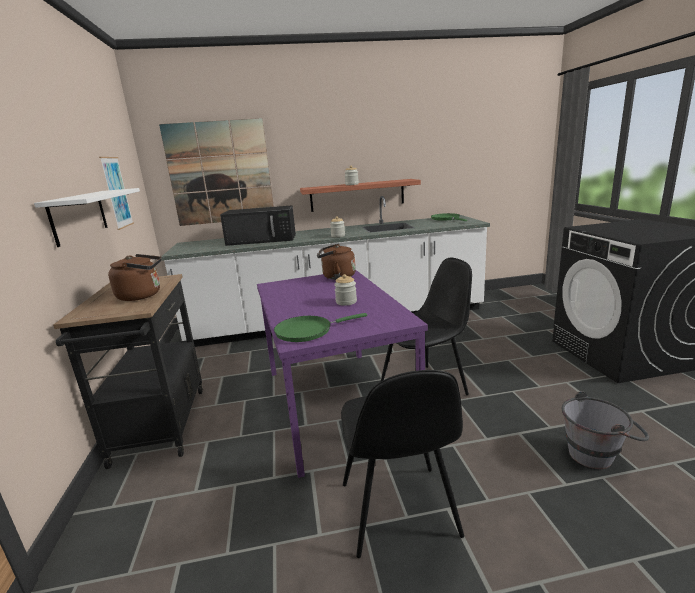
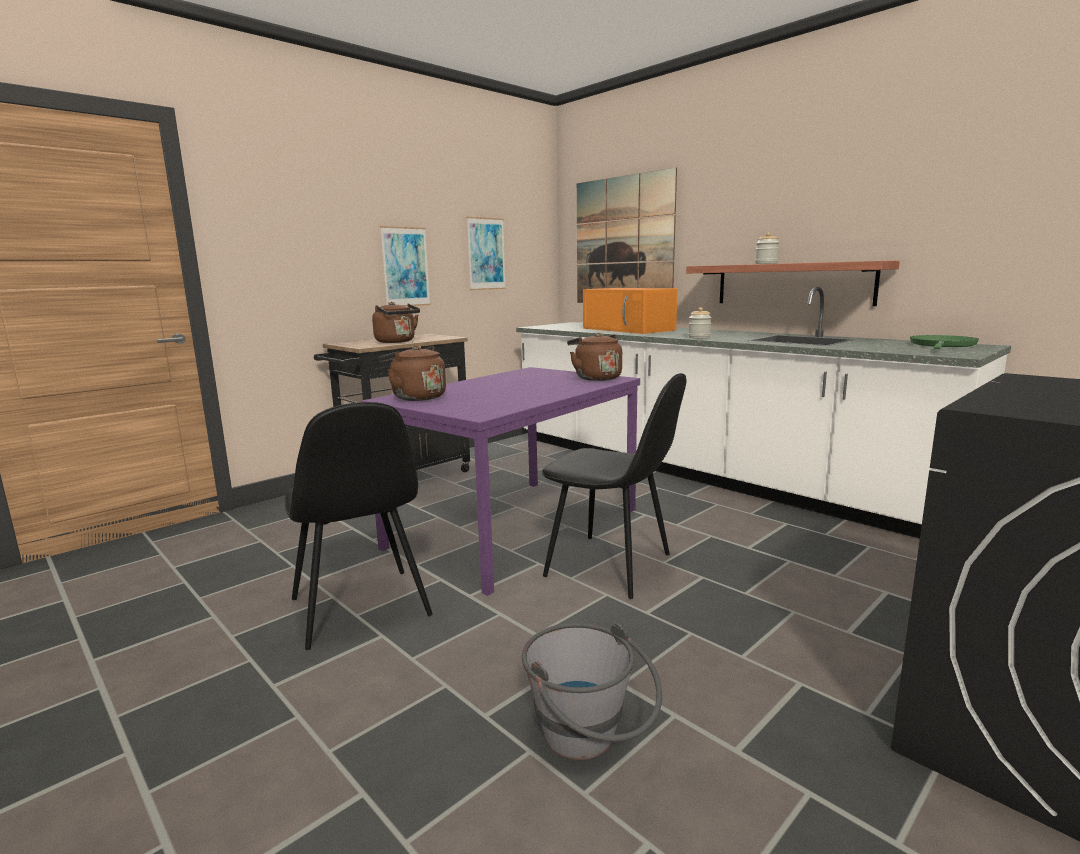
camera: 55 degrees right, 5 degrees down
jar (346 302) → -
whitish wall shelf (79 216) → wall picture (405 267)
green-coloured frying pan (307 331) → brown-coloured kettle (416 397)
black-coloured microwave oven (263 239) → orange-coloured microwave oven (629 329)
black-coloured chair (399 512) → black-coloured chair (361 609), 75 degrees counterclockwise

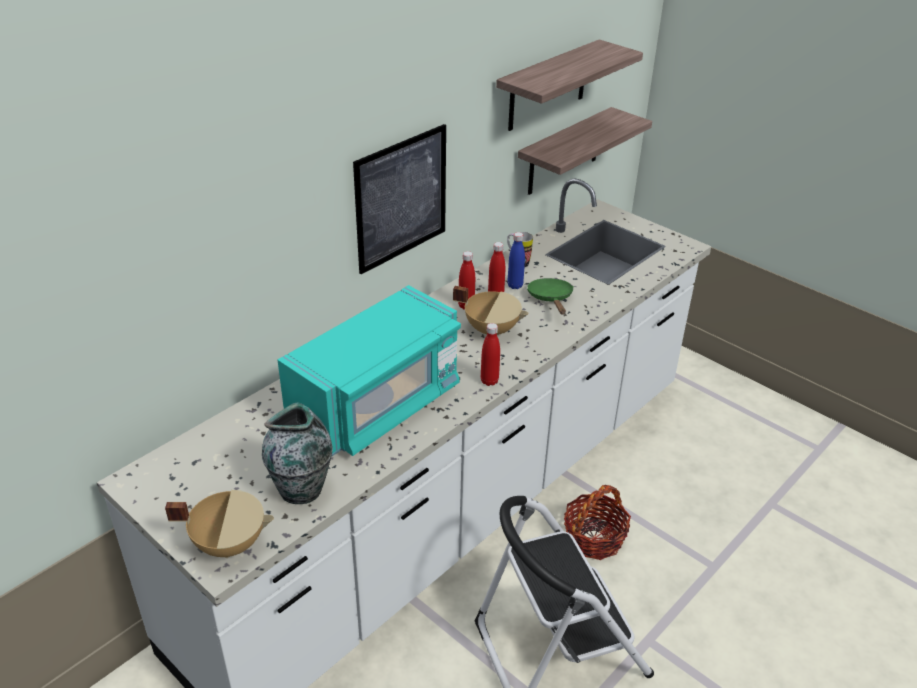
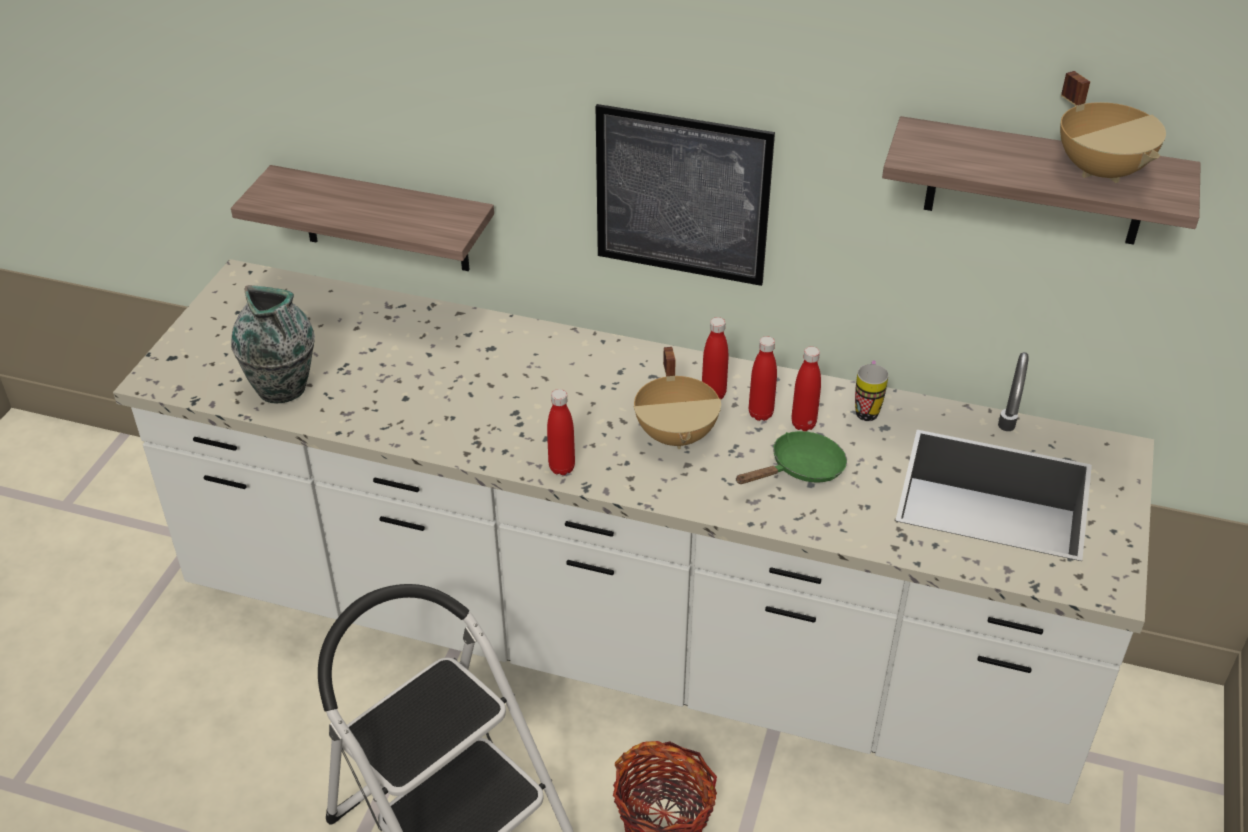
camera: 65 degrees right, 5 degrees up
turquoise microwave oven (377 405) → -
sand-coloured saucepot (229 543) → sand-coloured saucepot (1102 170), shifted
wall shelf (564 152) → wall shelf (384 219), shifted
bluish bottle (515 285) → reddish bottle (803 424)

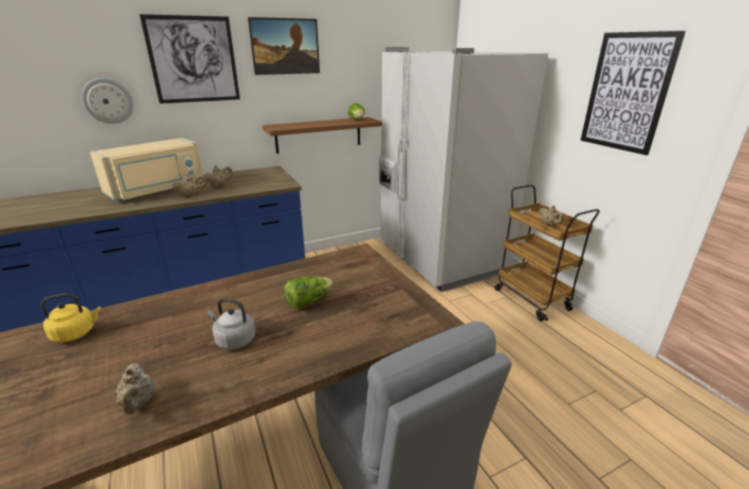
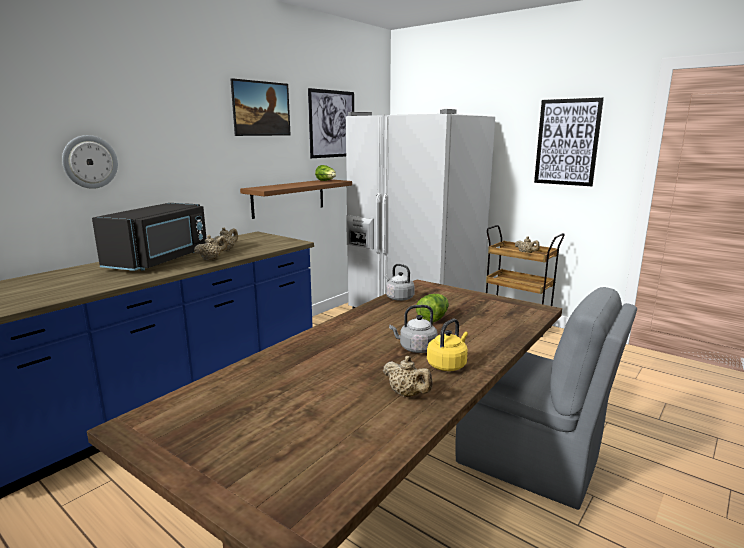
camera: 25 degrees left, 10 degrees down
- → greyish kettle (398 298)
yellowish kettle (76 333) → yellowish kettle (448 365), shifted
wall picture (193 60) → wall picture (332 124), shifted
sand-coloured microwave oven (158 190) → black-coloured microwave oven (161 260)

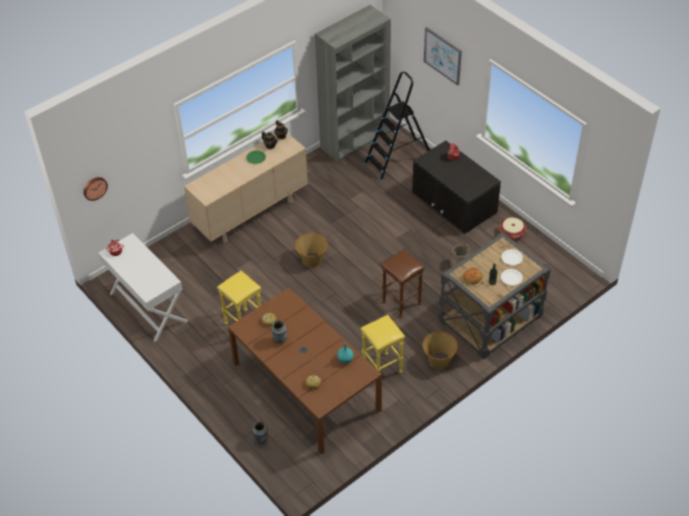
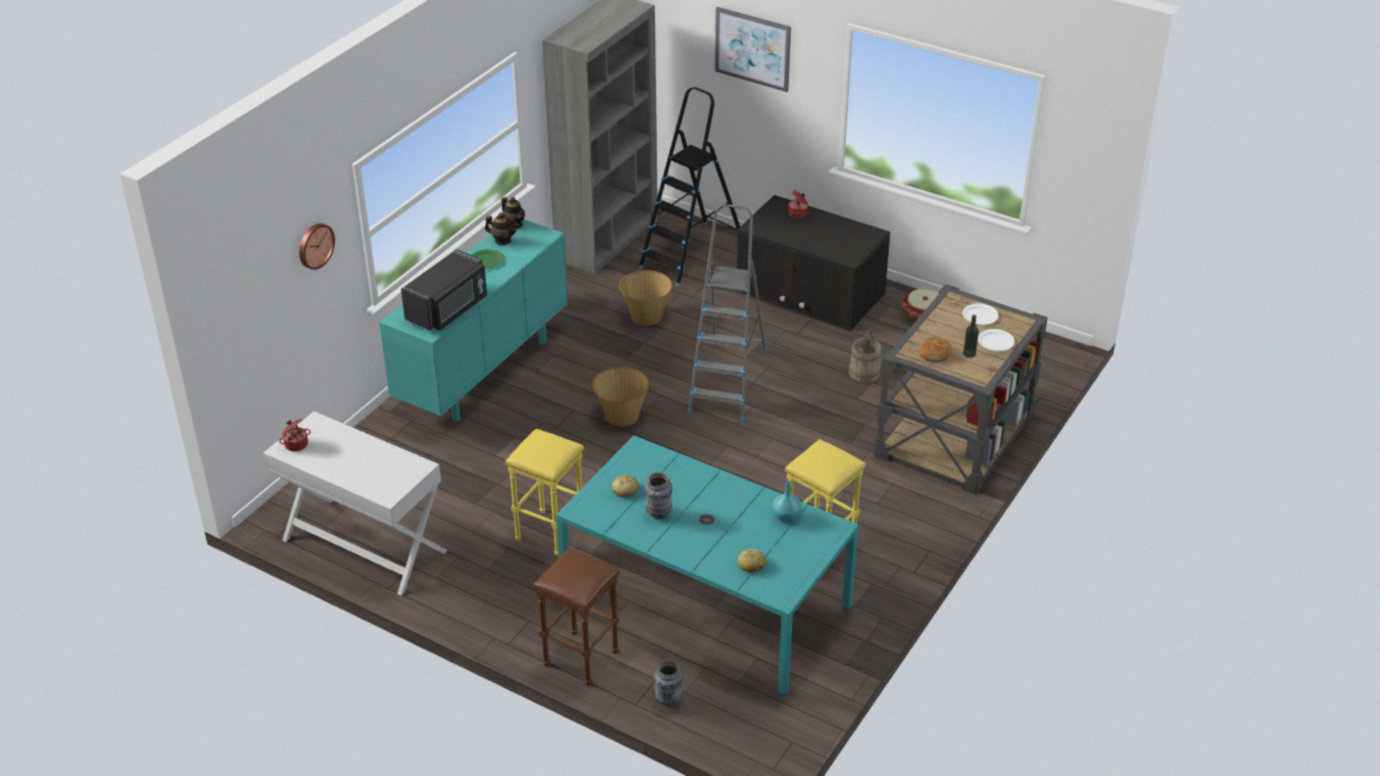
camera: 20 degrees left, 10 degrees down
- → black-coloured microwave oven (449 309)
- → greyish step ladder (728 380)
clock on the wall (94 188) → clock on the wall (315 245), shifted
brown-coloured sitting stool (400 303) → brown-coloured sitting stool (579 658), shifted
basket (439 360) → basket (646 315), shifted
sand-coloured dresser (251 214) → turquoise dresser (483 372)
brown-coloured kitchen table (306 387) → turquoise kitchen table (705 601)

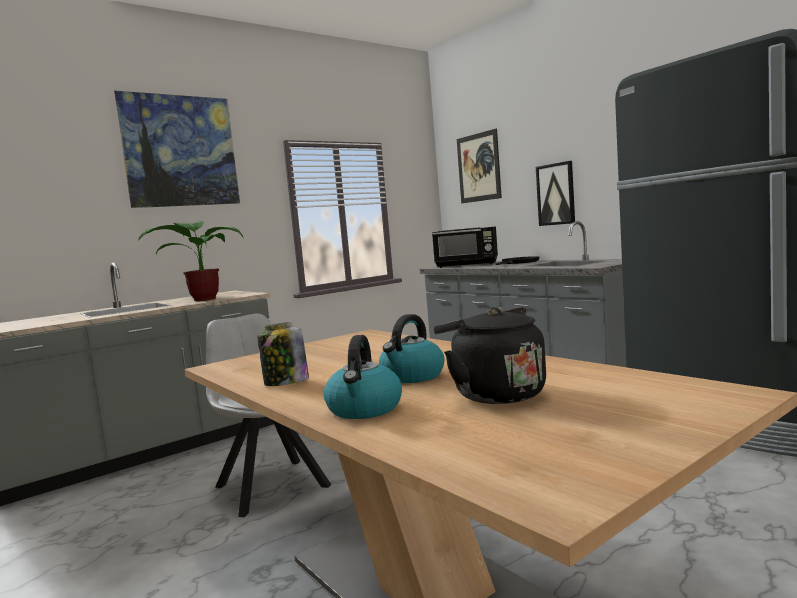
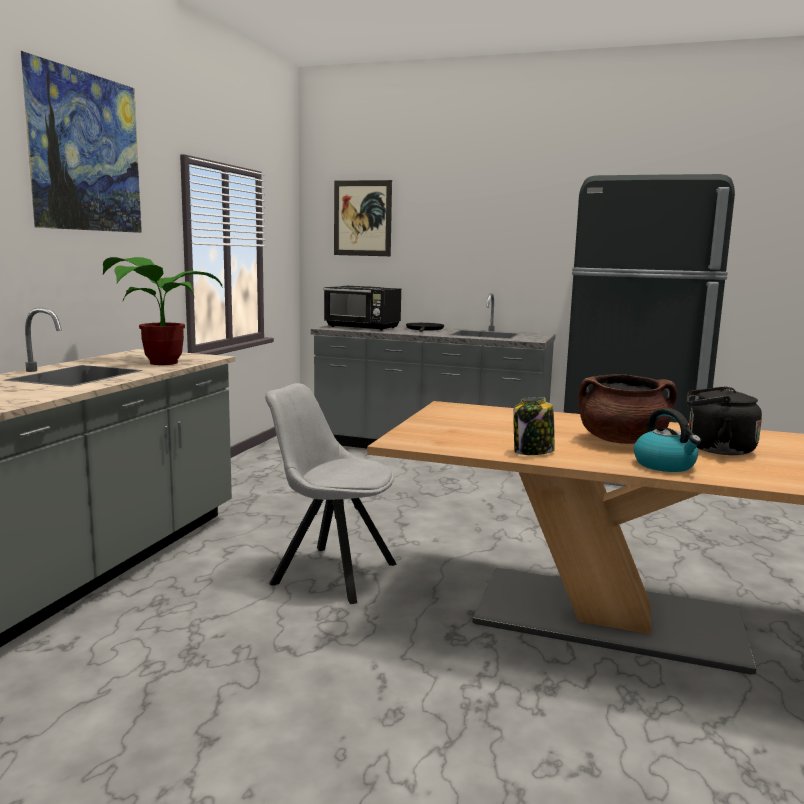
camera: 35 degrees left, 5 degrees up
wall picture (556 194) → -
kettle (412 376) → brown-coloured saucepot (622 441)
black-coloured microwave oven (467 265) → black-coloured microwave oven (362 327), 45 degrees clockwise

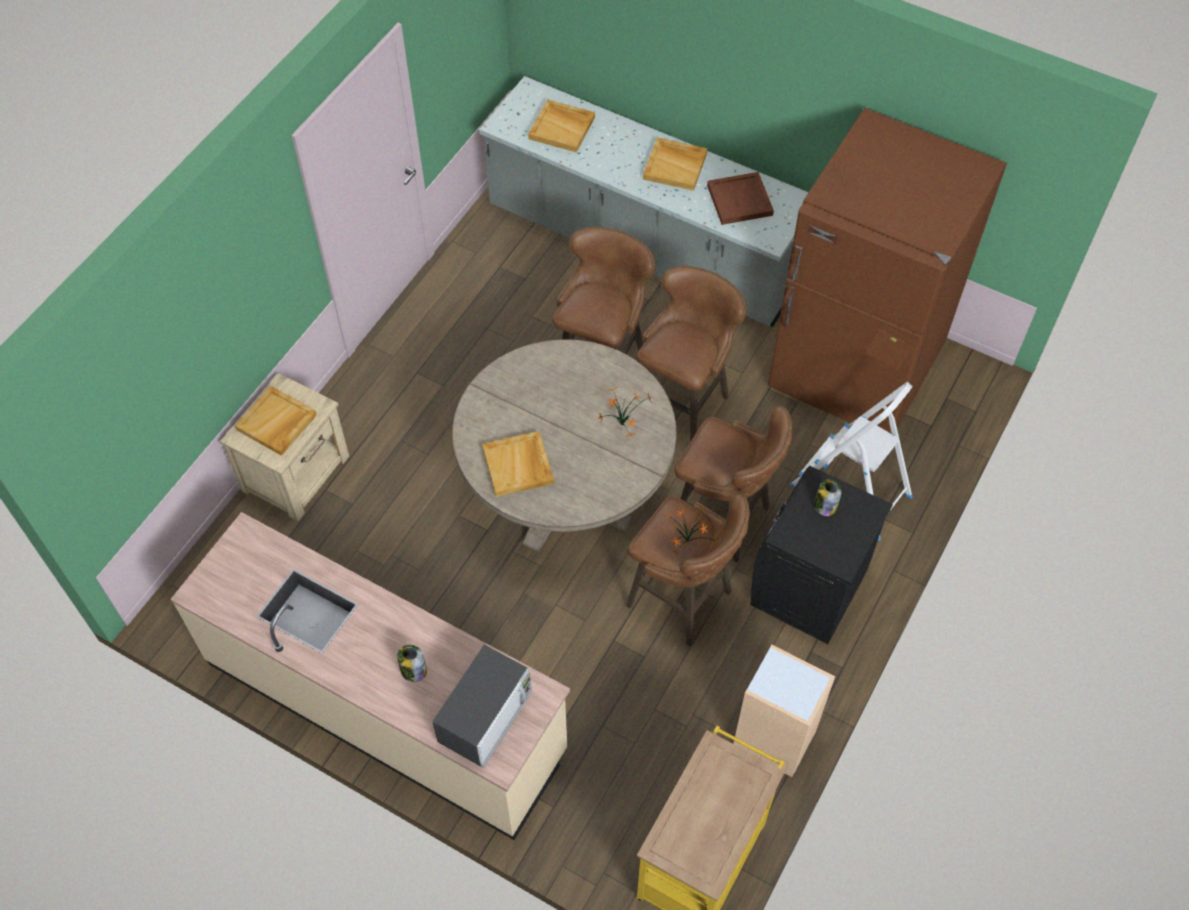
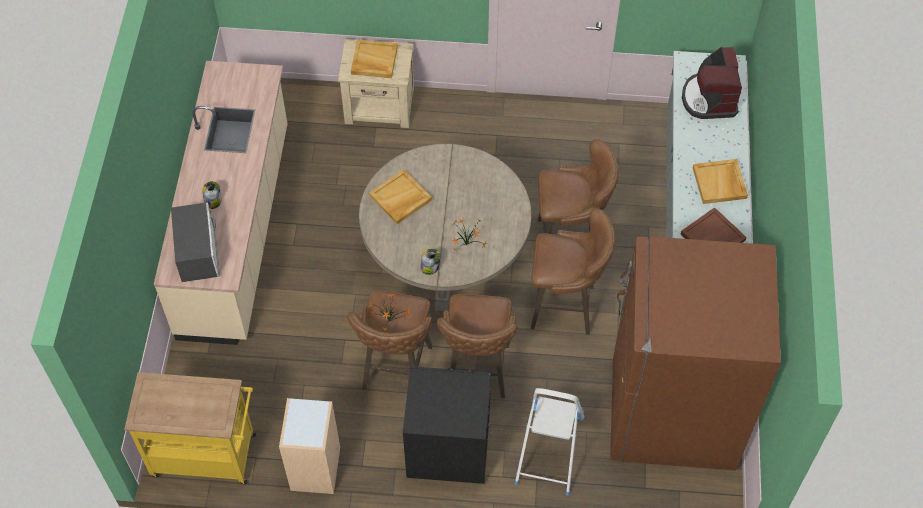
camera: 65 degrees right, 0 degrees up
jar (825 505) → jar (430 267), shifted
sand-coloured carrying tray (562 128) → coffee maker (709 99)
microwave oven (485 716) → microwave oven (198 252), 105 degrees counterclockwise

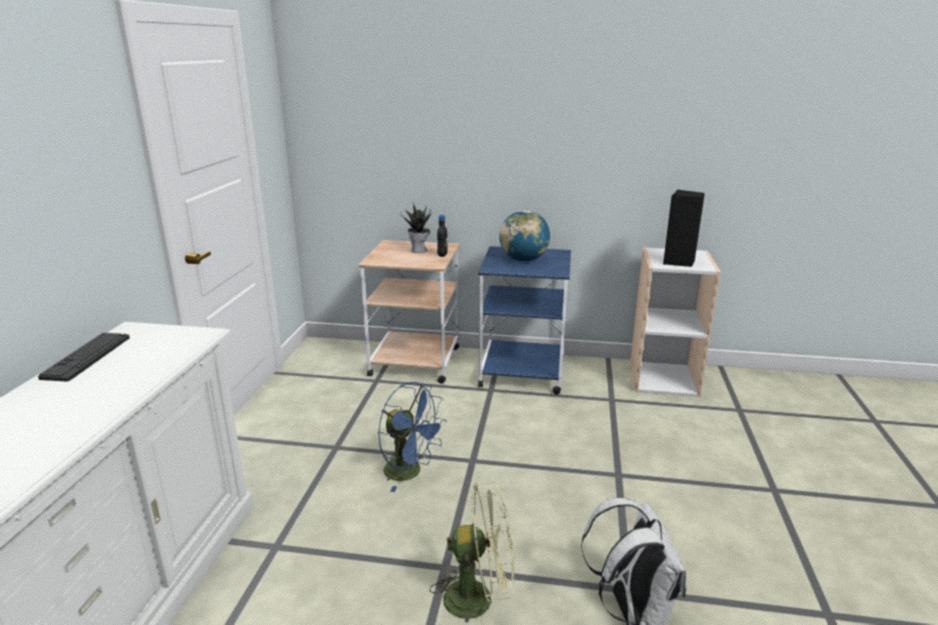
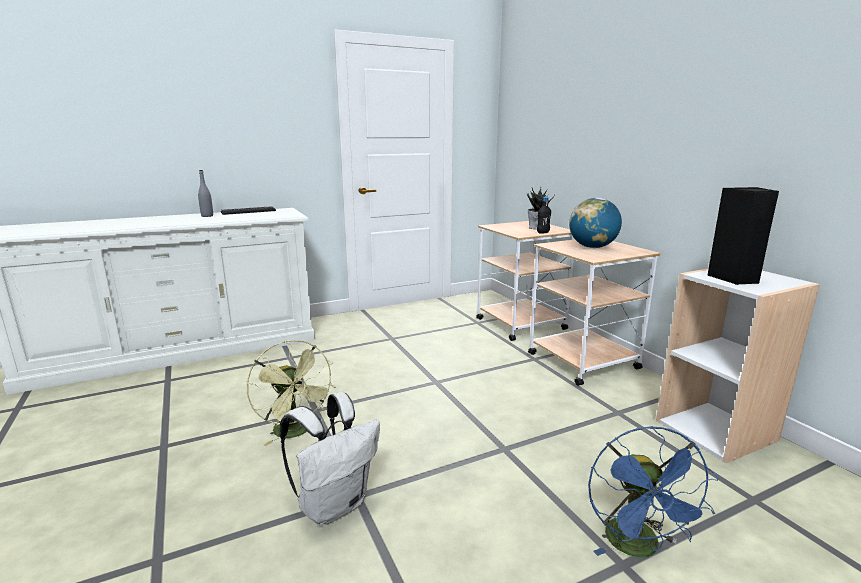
camera: 55 degrees right, 5 degrees down
- → greyish bottle (207 216)
bluish electric fan (410 472) → bluish electric fan (638 548), shifted
bluish wheeled cart (524 372) → sand-coloured wheeled cart (584 362)

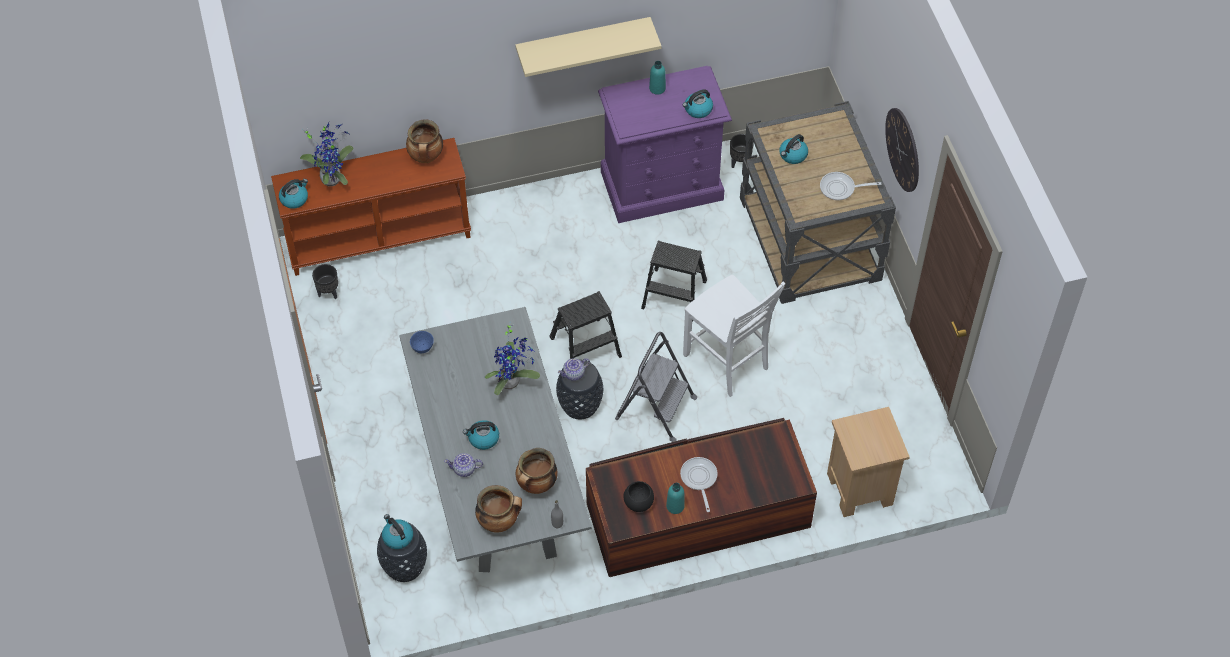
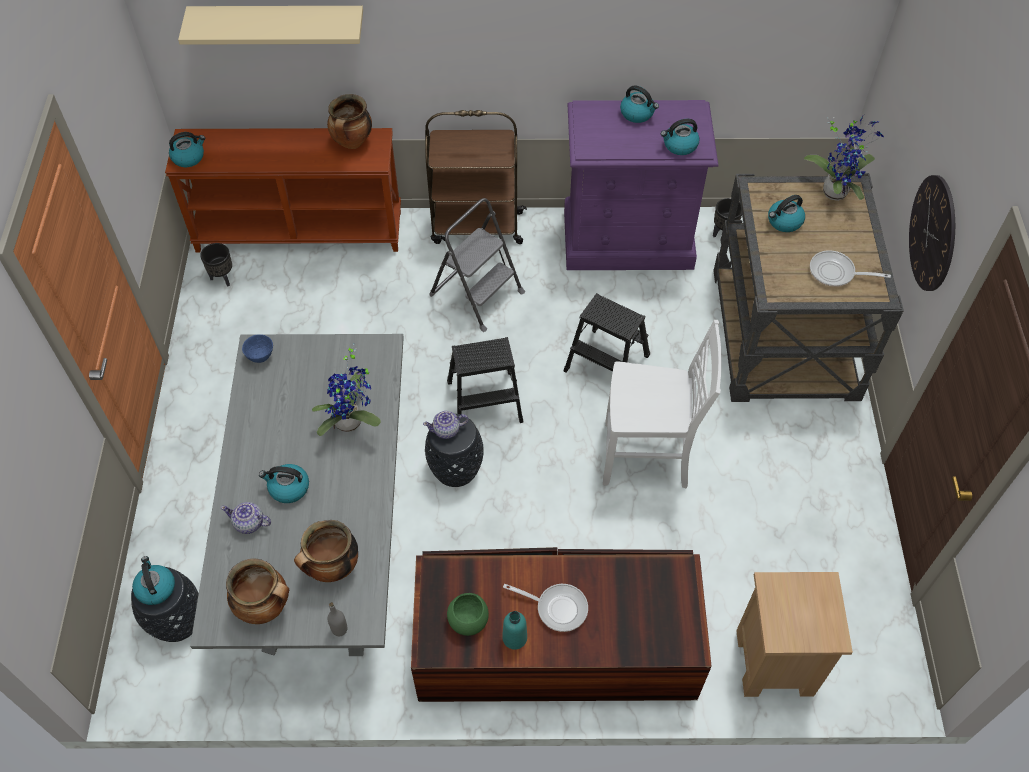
camera: 15 degrees right, 0 degrees up
- → brown-coloured wheeled cart (476 227)
plant in a pot (332 177) → plant in a pot (836 190), shifted
sand-coloured wall shelf (583 41) → sand-coloured wall shelf (278 23), shifted
greyish step ladder (653 406) → greyish step ladder (474 291), shifted
turquoise bottle (657 88) → kettle (637 113)
black-coloured deep dish (639 502) → green-coloured deep dish (469 620)
frying pan (699 479) → frying pan (557 607), 105 degrees clockwise
whitish chair (727 362) → whitish chair (647 457), 60 degrees counterclockwise

